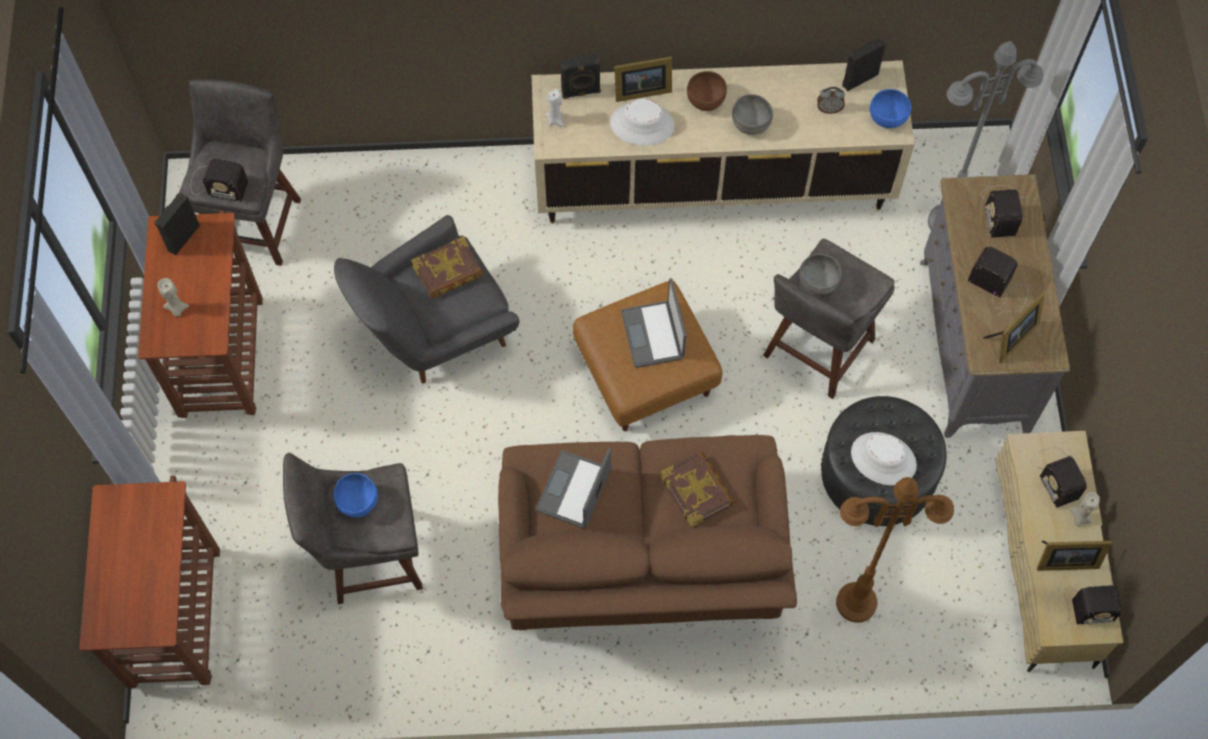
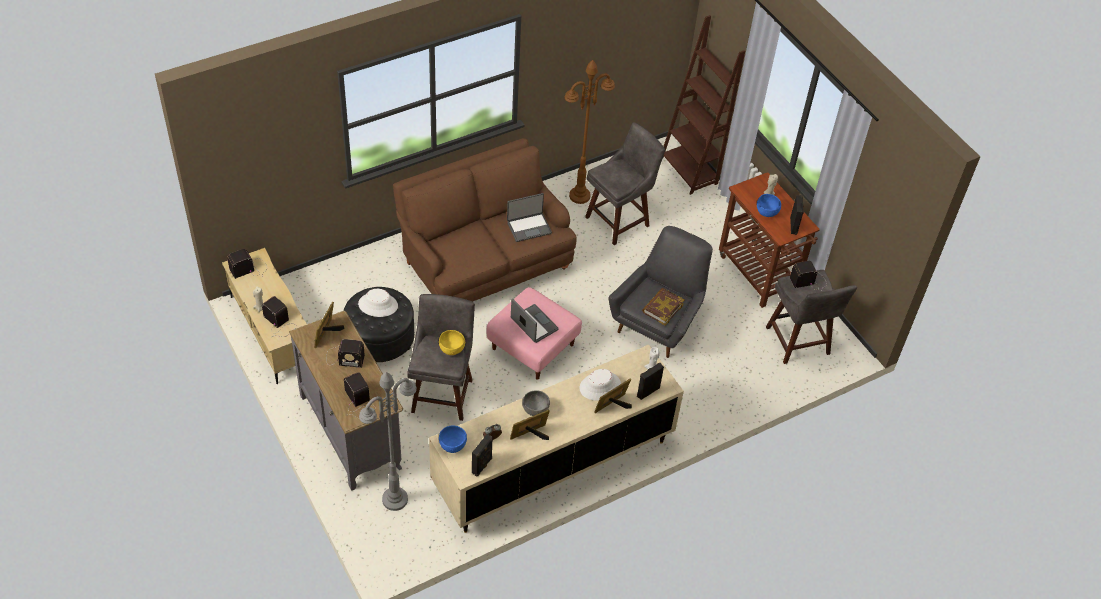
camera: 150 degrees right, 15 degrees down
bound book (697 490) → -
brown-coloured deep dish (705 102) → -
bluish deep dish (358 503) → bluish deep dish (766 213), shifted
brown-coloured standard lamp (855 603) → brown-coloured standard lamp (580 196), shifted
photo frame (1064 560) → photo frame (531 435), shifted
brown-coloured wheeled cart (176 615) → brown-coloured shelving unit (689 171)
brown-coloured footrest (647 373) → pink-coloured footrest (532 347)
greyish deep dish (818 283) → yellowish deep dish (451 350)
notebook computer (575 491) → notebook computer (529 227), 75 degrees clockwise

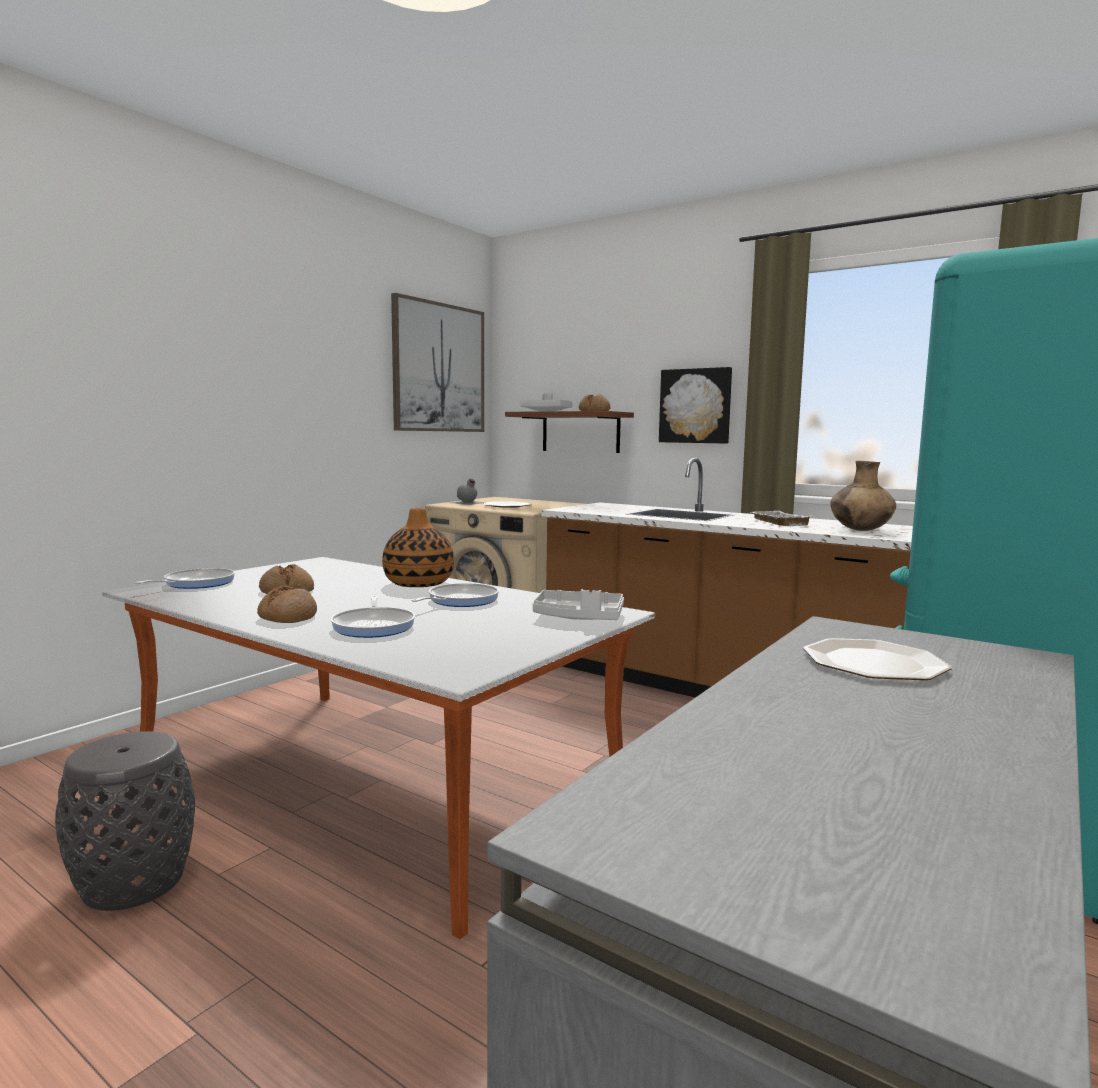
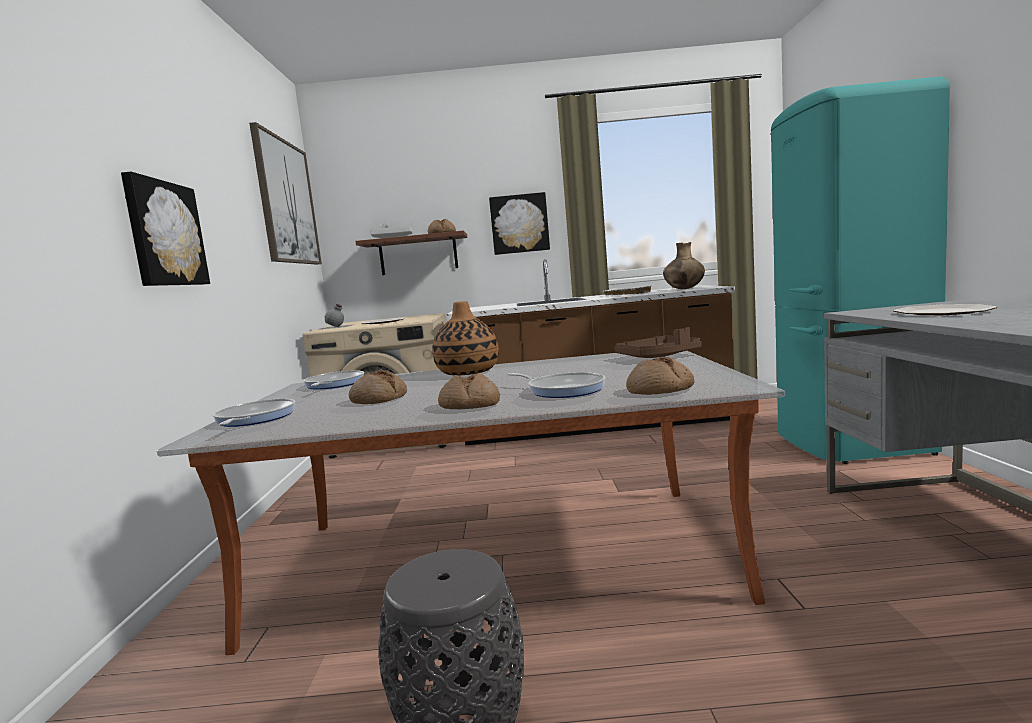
camera: 35 degrees left, 0 degrees up
- → wall picture (164 234)
- → bread (660 390)
frying pan (460 601) → frying pan (333 385), shifted
greyish carrying tray (579 618) → brown-coloured carrying tray (658 356)

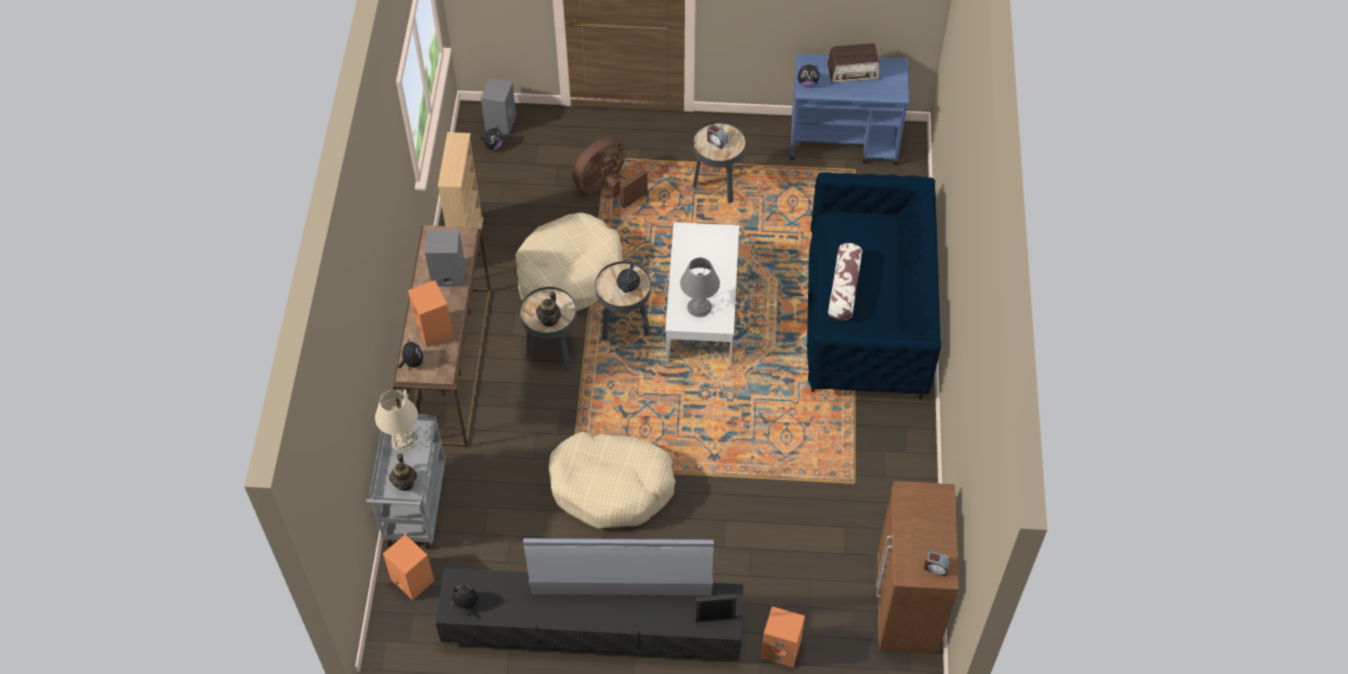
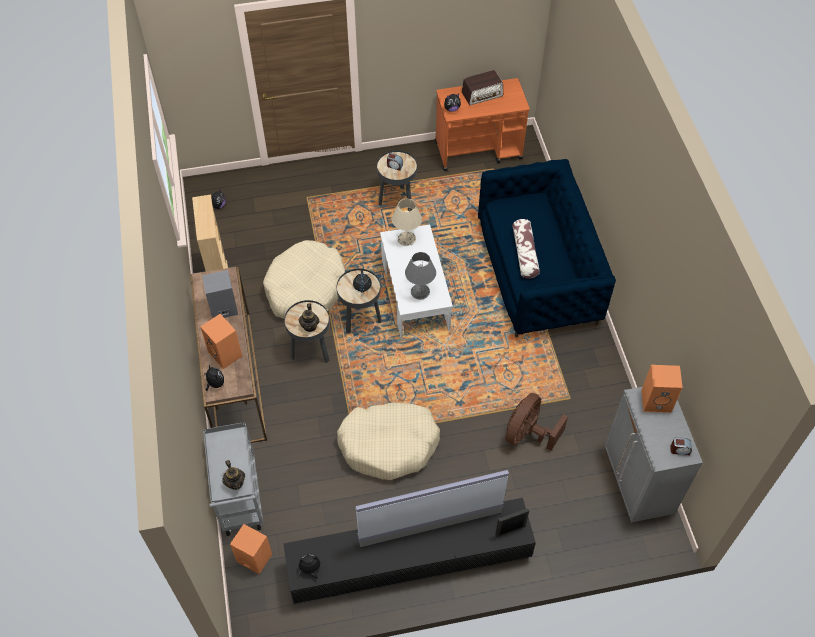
camera: 15 degrees left, 0 degrees up
greyish audio speaker (500 122) → -
sand-coloured tabletop lamp (402 439) → sand-coloured tabletop lamp (406 238), shifted
brown-coloured electric fan (607 188) → brown-coloured electric fan (528 434), shifted
orange-coloured audio speaker (782 648) → orange-coloured audio speaker (657 400), shifted
bluish wheeled cart (844 142) → orange-coloured wheeled cart (479 150)
brown-coloured cabinet (907 602) → greyish cabinet (639 479)

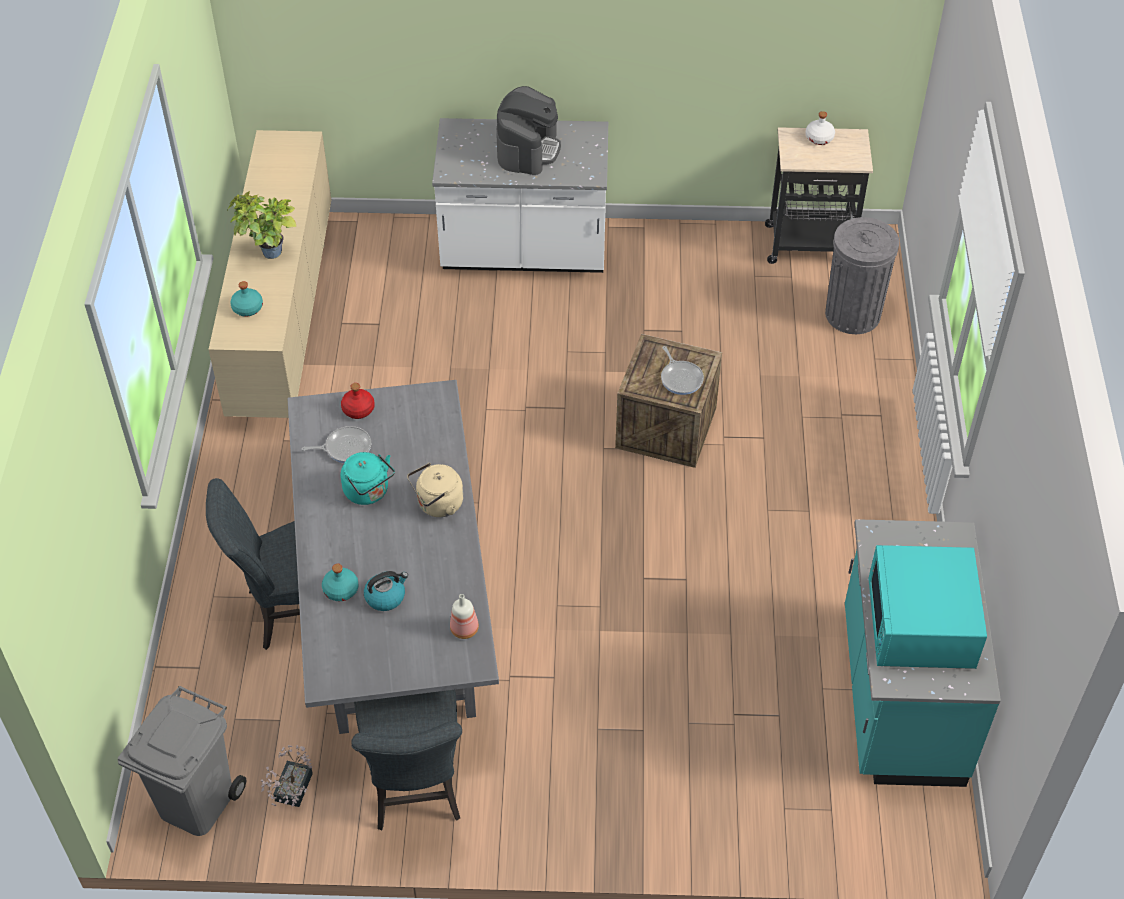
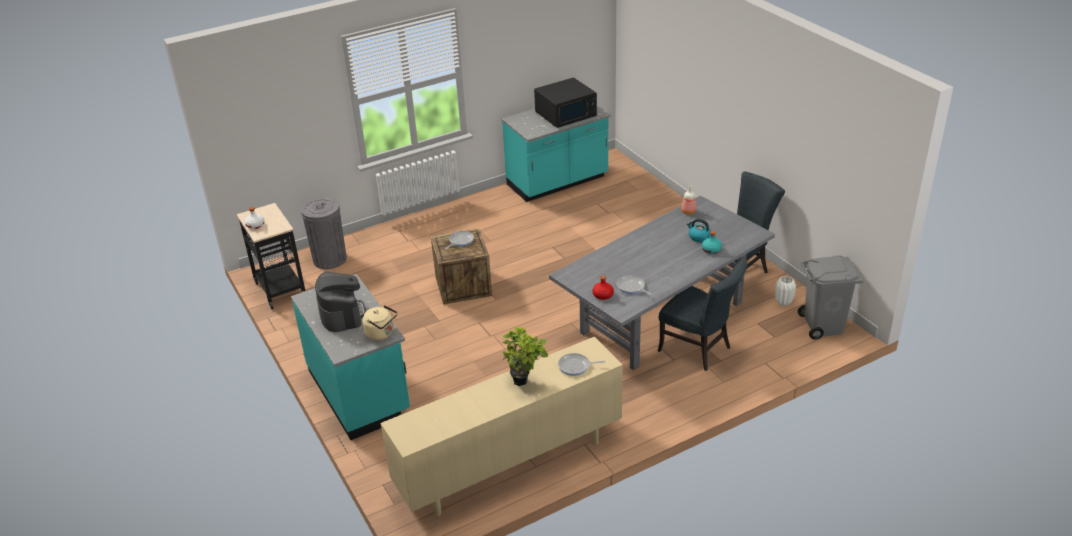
camera: 120 degrees left, 15 degrees down
turquoise kettle (368 492) → -
sand-coloured kettle (437 505) → sand-coloured kettle (381 334), shifted
turquoise bottle (247 308) → frying pan (576 366)
plant in a pot (291 791) → whitish decorative vase (783 302)
whitish counter (524 251) → turquoise counter (360 392)
turquoise microwave oven (920 625) → black-coloured microwave oven (566 114)
coffee maker (528 149) → coffee maker (342 314), 90 degrees clockwise

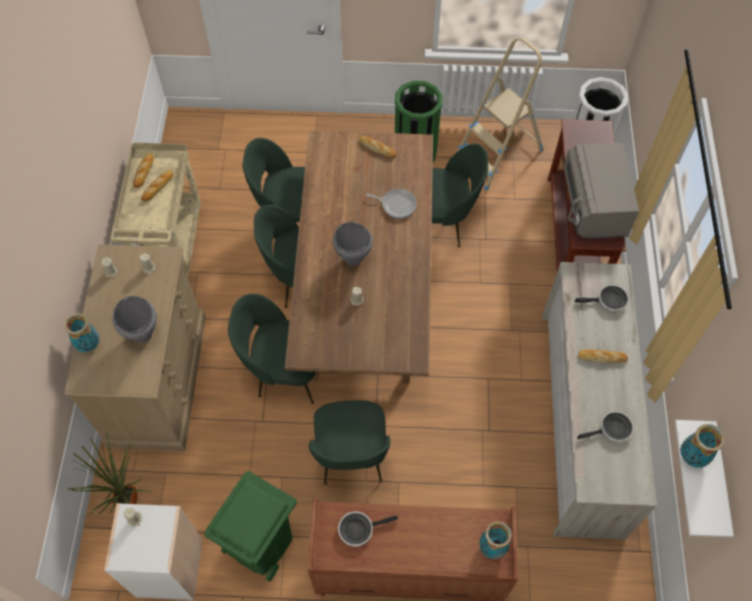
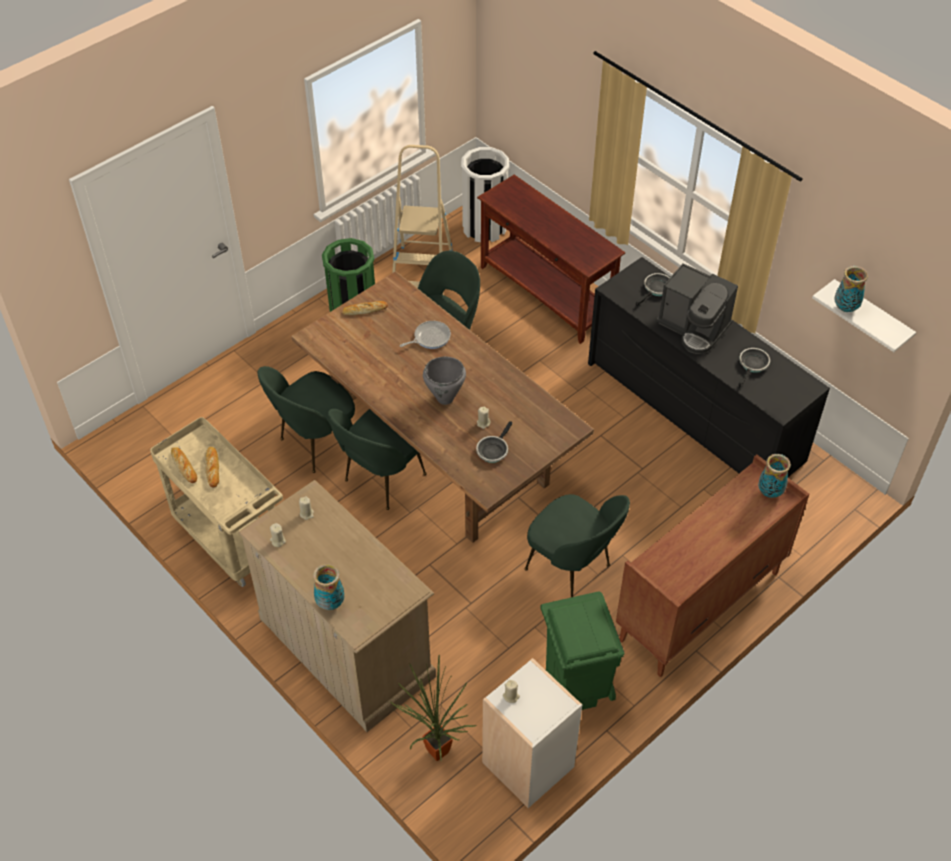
camera: 45 degrees left, 10 degrees down
greyish saucepot (143 334) → -
green-coloured chair (284 374) → -
greyish microwave oven (593 206) → -
frying pan (359 529) → frying pan (493 450), shifted
bread (601 357) → coffee maker (694 327)
whitish dresser (582 421) → black-coloured dresser (695 411)

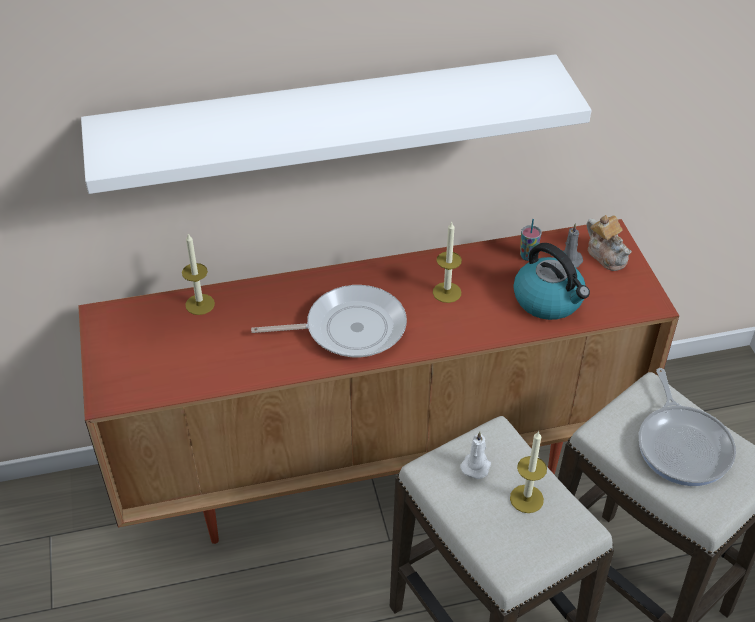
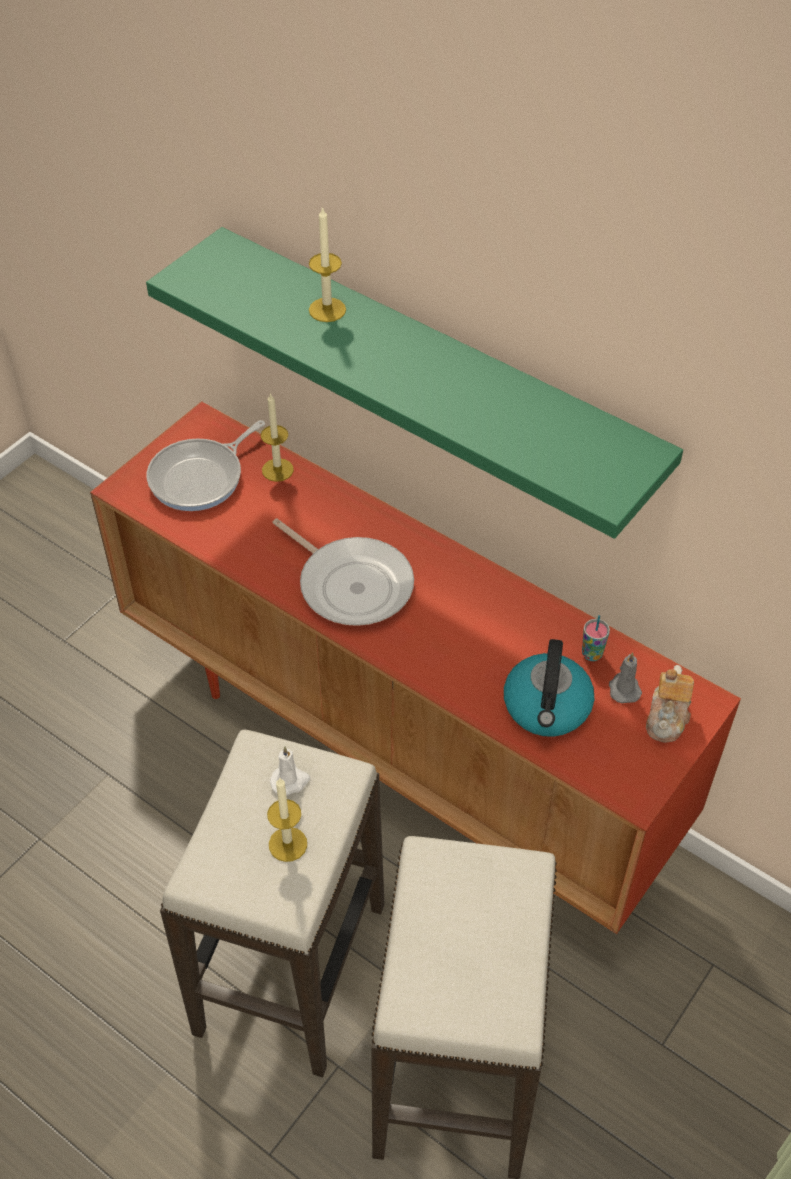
camera: 50 degrees right, 5 degrees up
wax light (447 292) → wax light (327 310), shifted
frying pan (683 445) → frying pan (200 477), shifted
whitish wall shelf (328 121) → green-coloured wall shelf (433 368)

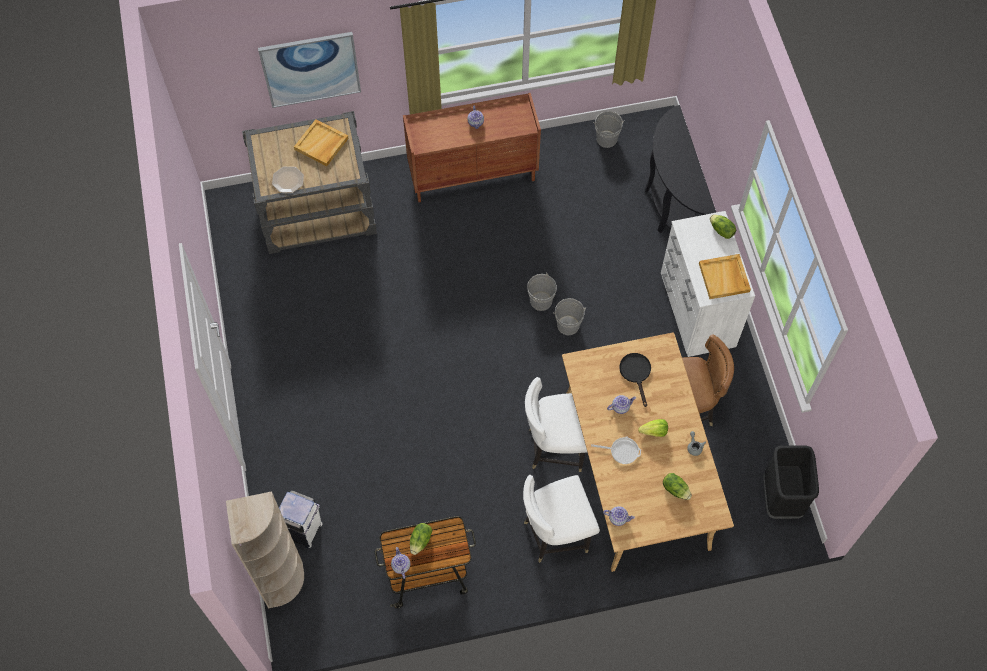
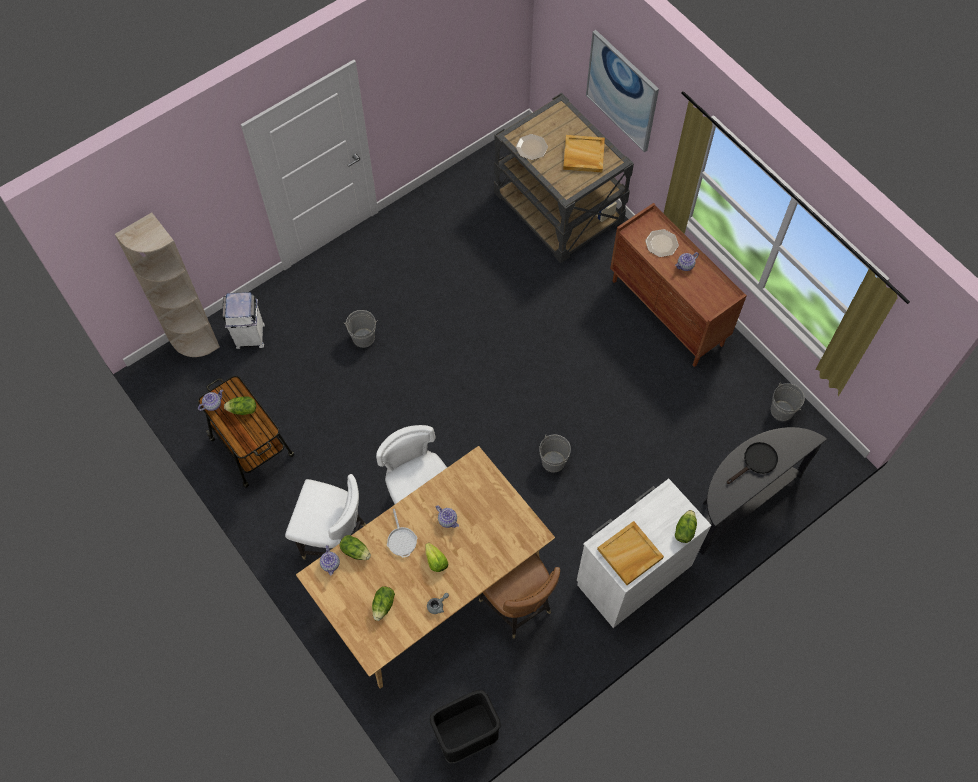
camera: 65 degrees right, 0 degrees up
- → lettuce (355 551)
- → flat dish (662 244)
greyish water bucket (541 301) → greyish water bucket (363 338), shifted
black-coloured frying pan (636 373) → black-coloured frying pan (756 462), shifted
whitish chair (555 533) → whitish chair (334 539), 150 degrees clockwise

